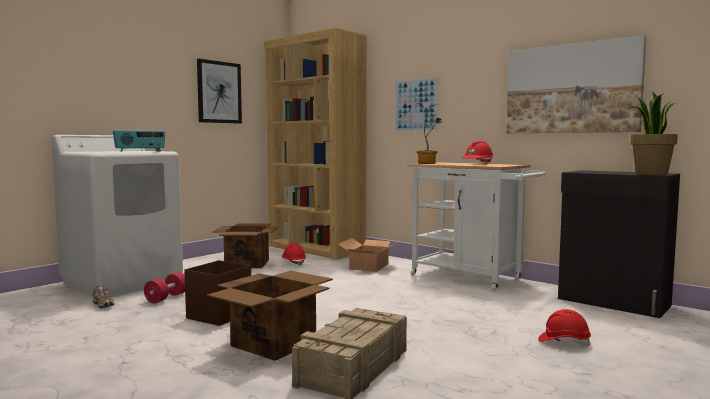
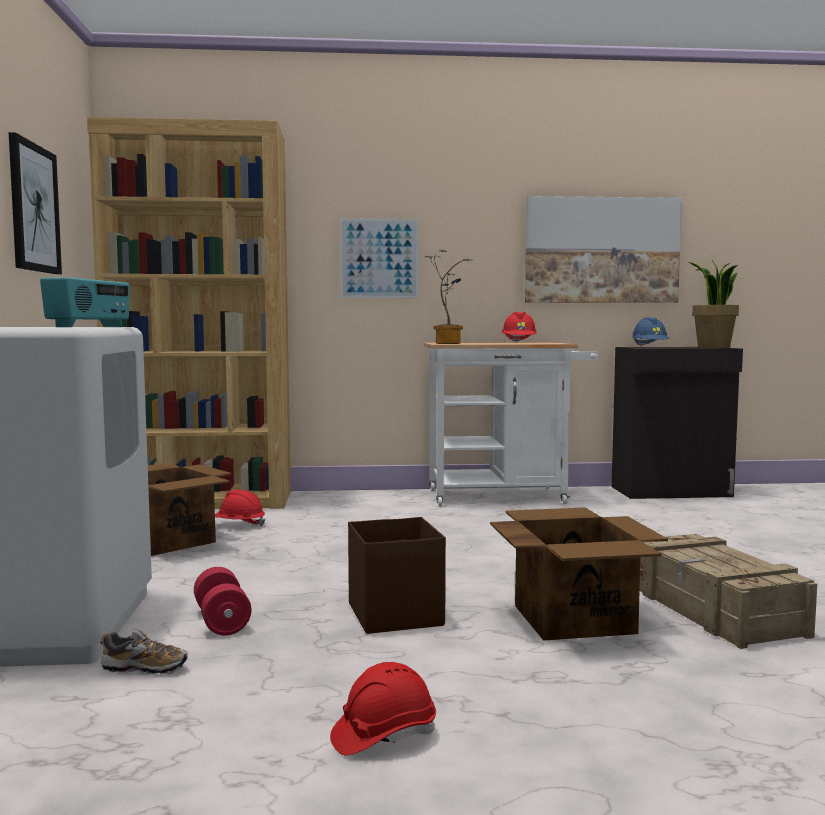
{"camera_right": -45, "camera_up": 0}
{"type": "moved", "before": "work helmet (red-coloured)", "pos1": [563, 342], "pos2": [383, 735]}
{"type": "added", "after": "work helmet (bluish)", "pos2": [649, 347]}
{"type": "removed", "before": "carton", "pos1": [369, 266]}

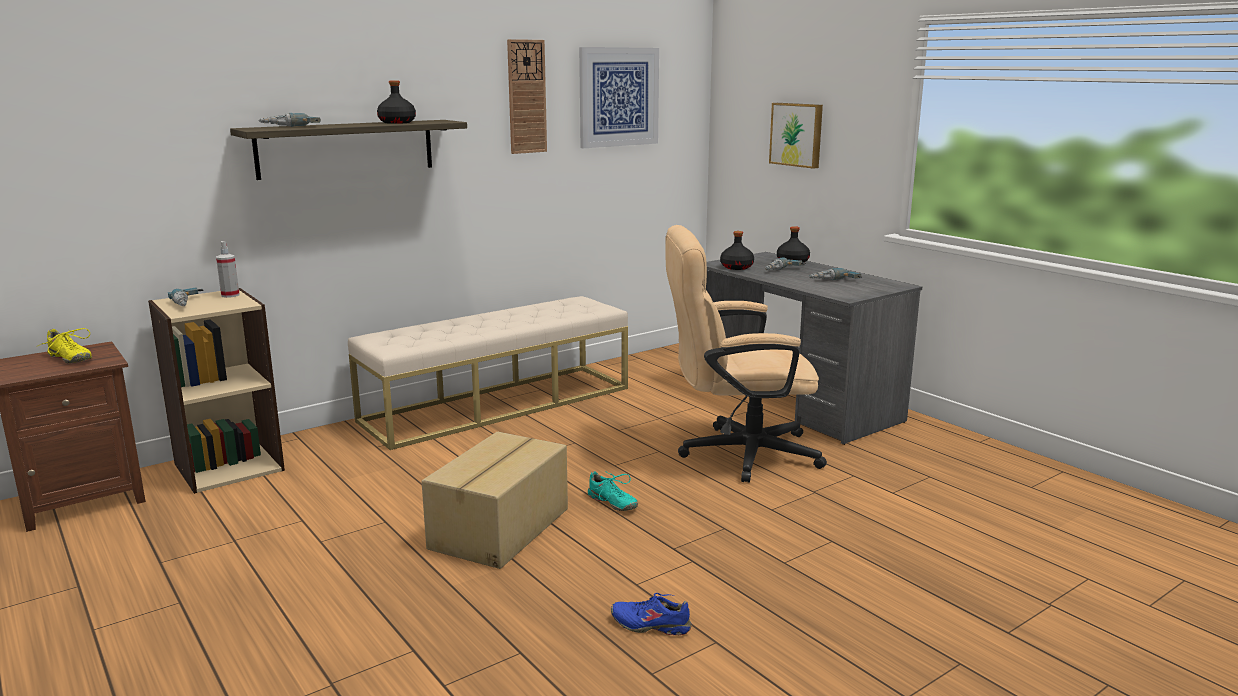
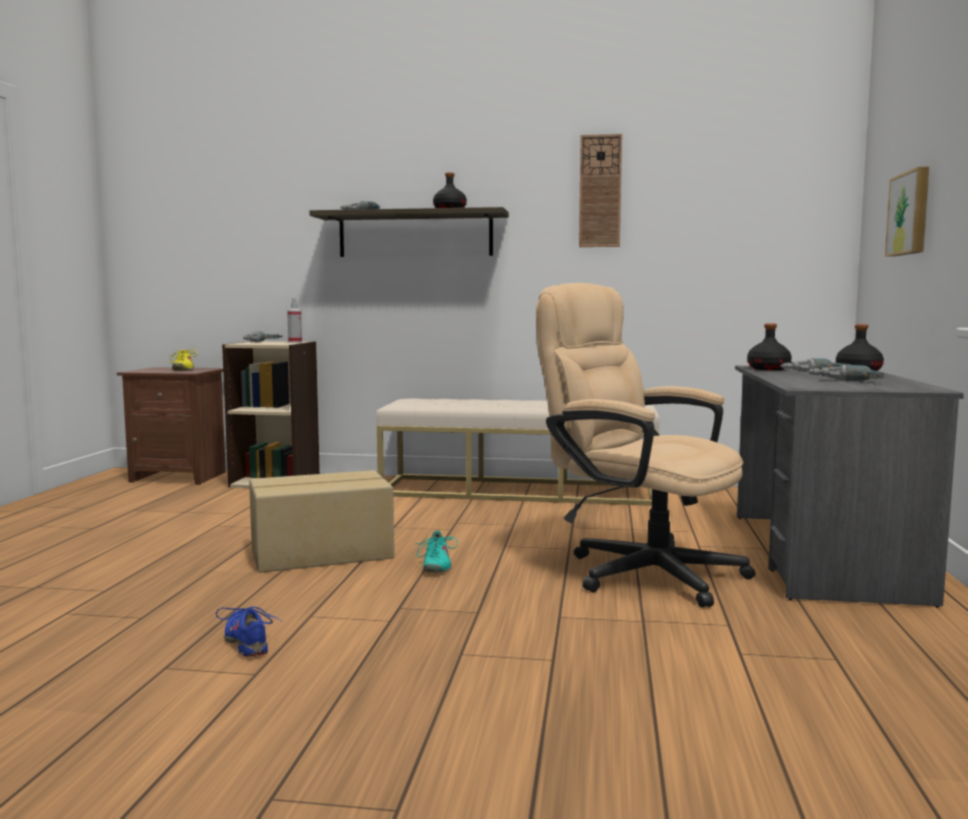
{"camera_right": 45, "camera_up": -10}
{"type": "removed", "before": "picture", "pos1": [618, 97]}

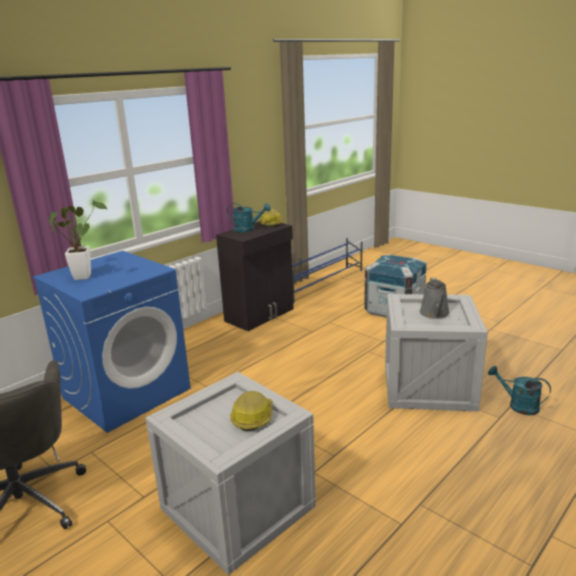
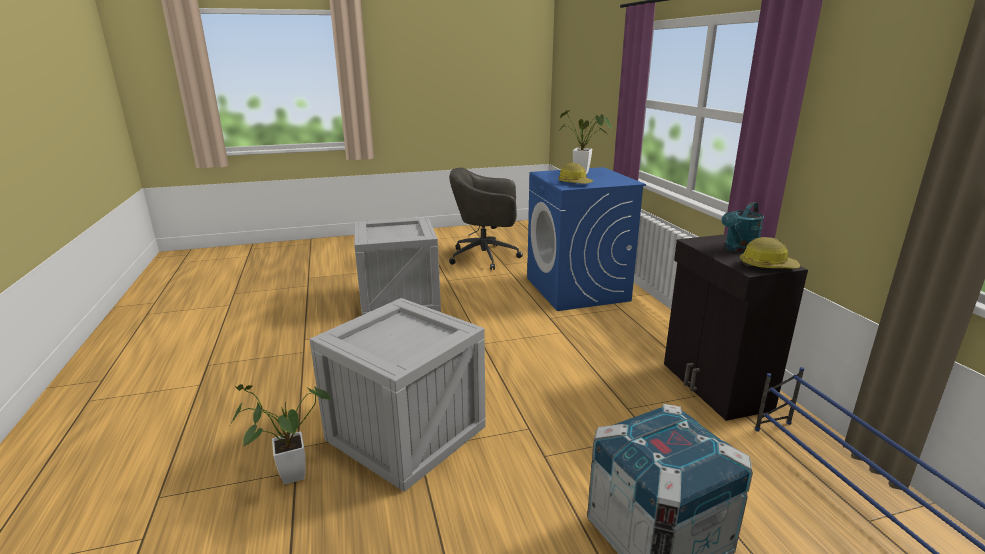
{"camera_right": 120, "camera_up": 0}
{"type": "replaced", "before": "watering can (turquoise-coloured)", "after": "houseplant", "pos1": [518, 405], "pos2": [286, 477]}
{"type": "moved", "before": "work helmet", "pos1": [252, 417], "pos2": [574, 183]}
{"type": "removed", "before": "watering can (gray)", "pos1": [435, 314]}

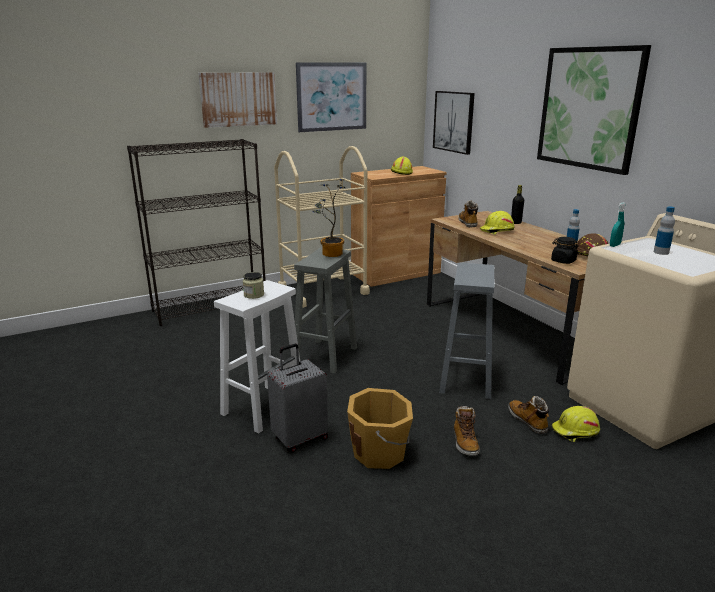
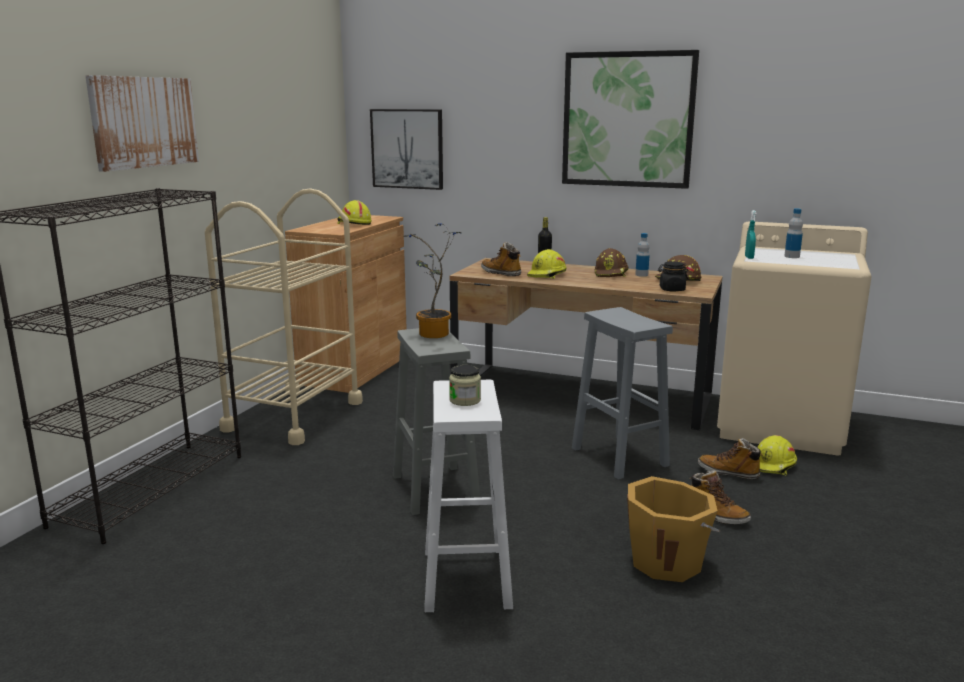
{"camera_right": -40, "camera_up": -5}
{"type": "added", "after": "work helmet (brownish)", "pos2": [611, 273]}
{"type": "removed", "before": "piece of luggage (gray)", "pos1": [299, 438]}
{"type": "removed", "before": "picture", "pos1": [331, 97]}

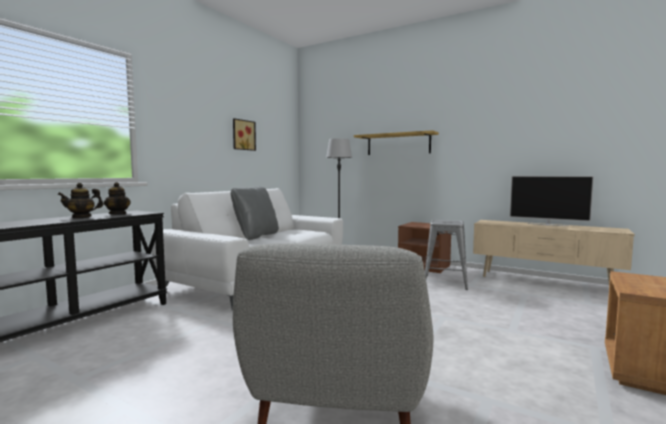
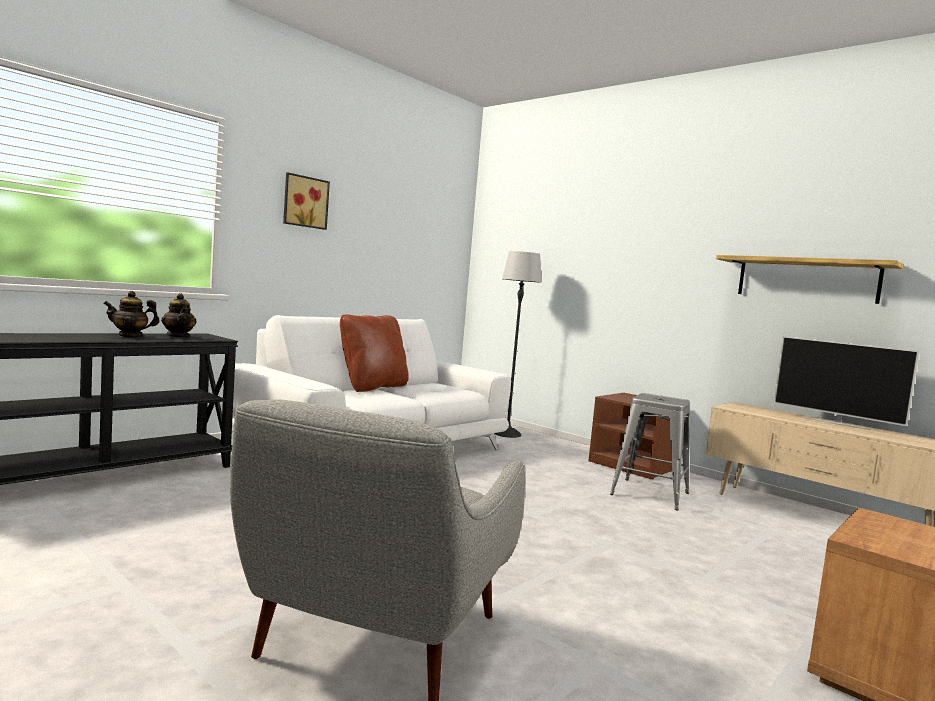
{"camera_right": 10, "camera_up": 0}
{"type": "moved", "before": "picture", "pos1": [243, 135], "pos2": [304, 202]}
{"type": "recoloured", "before": "cushion (gray)", "after": "cushion (brownish)", "pos1": [256, 236], "pos2": [372, 387]}
{"type": "moved", "before": "bracket shelf", "pos1": [398, 144], "pos2": [806, 279]}

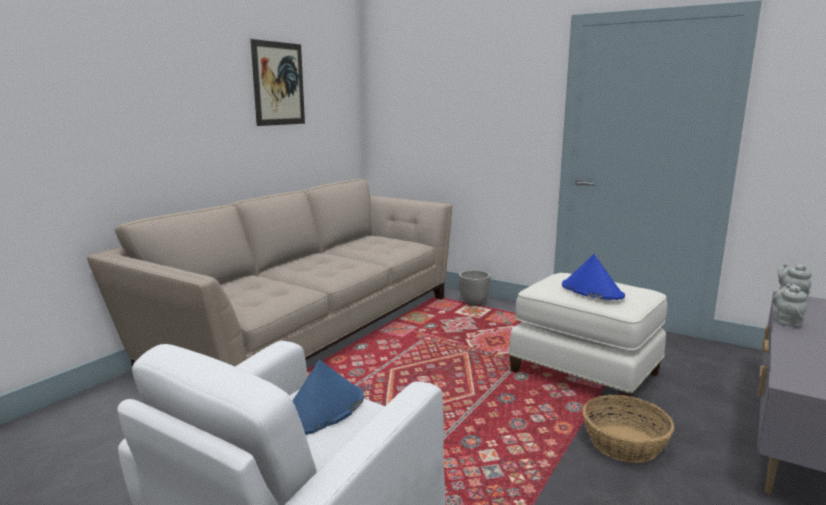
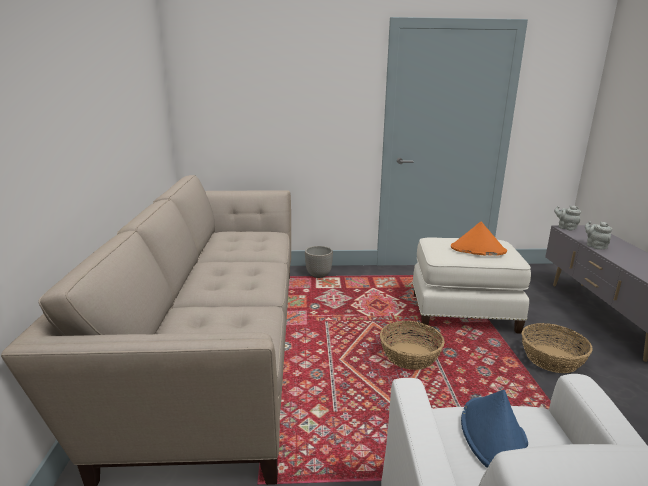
{"camera_right": -35, "camera_up": 5}
{"type": "added", "after": "household basket", "pos2": [409, 356]}
{"type": "recoloured", "before": "wearable hat (bluish)", "after": "wearable hat (orange)", "pos1": [591, 291], "pos2": [477, 250]}
{"type": "removed", "before": "picture", "pos1": [278, 84]}

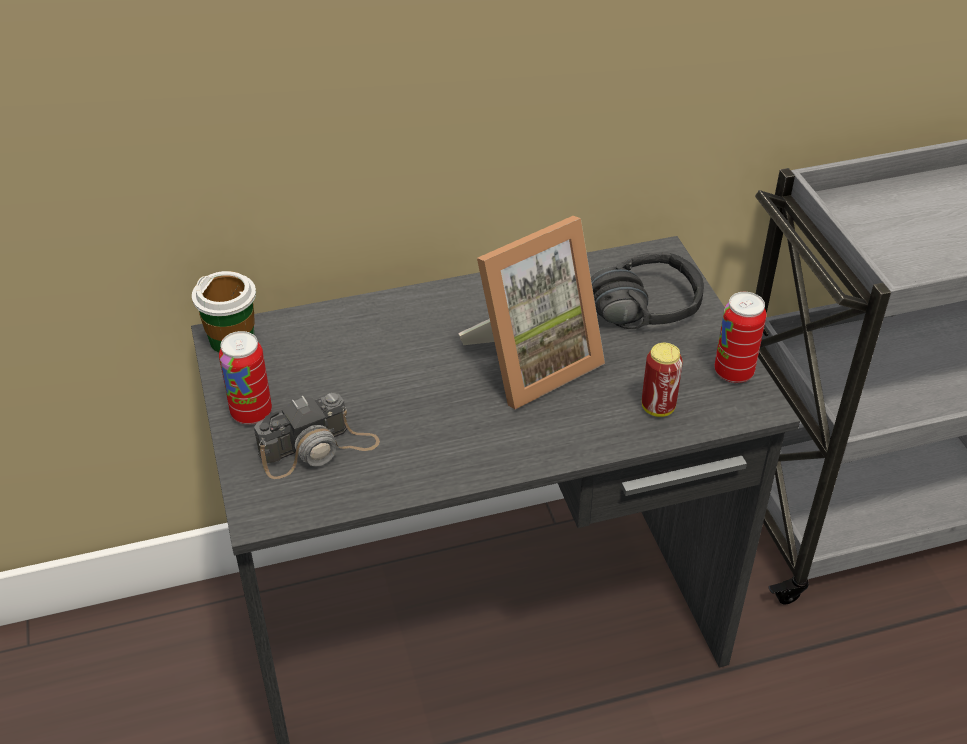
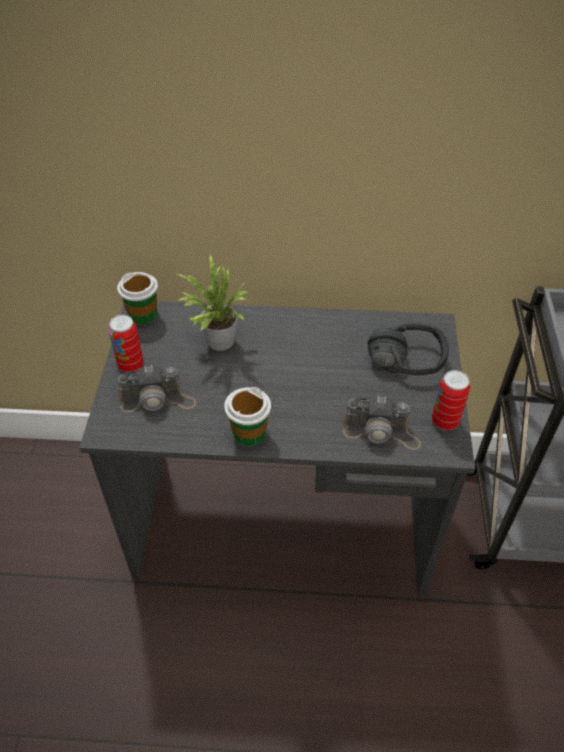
{"camera_right": 20, "camera_up": 5}
{"type": "added", "after": "houseplant", "pos2": [216, 341]}
{"type": "added", "after": "small cup", "pos2": [249, 433]}
{"type": "replaced", "before": "metal can", "after": "photo camera", "pos1": [658, 407], "pos2": [381, 431]}
{"type": "removed", "before": "photo frame", "pos1": [531, 362]}

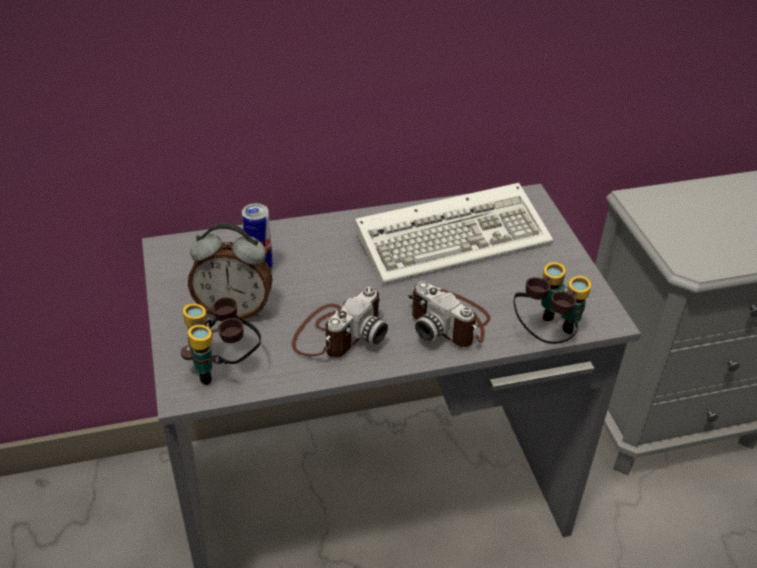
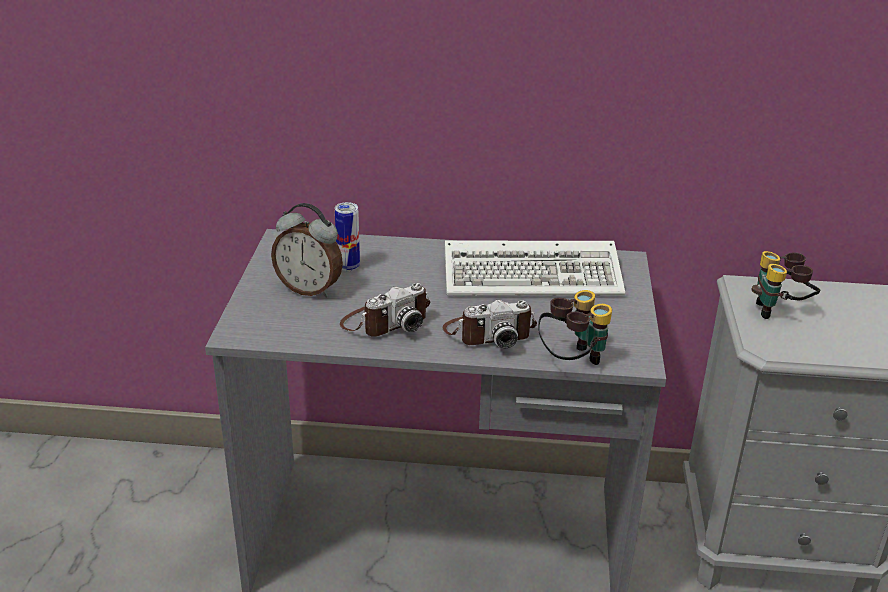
{"camera_right": 20, "camera_up": -10}
{"type": "turned", "before": "photo camera", "pos1": [449, 320], "pos2": [489, 333], "turn": -75}
{"type": "moved", "before": "binoculars", "pos1": [224, 367], "pos2": [779, 311]}

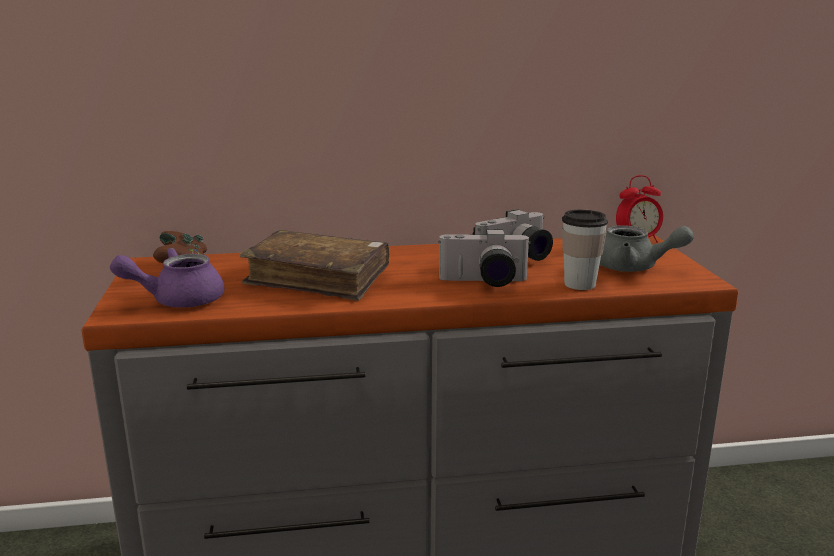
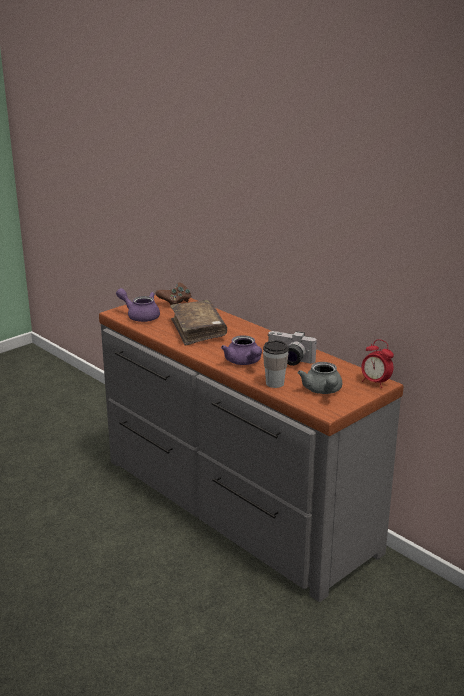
{"camera_right": 55, "camera_up": 5}
{"type": "replaced", "before": "photo camera", "after": "teapot (purplish)", "pos1": [483, 282], "pos2": [244, 362]}

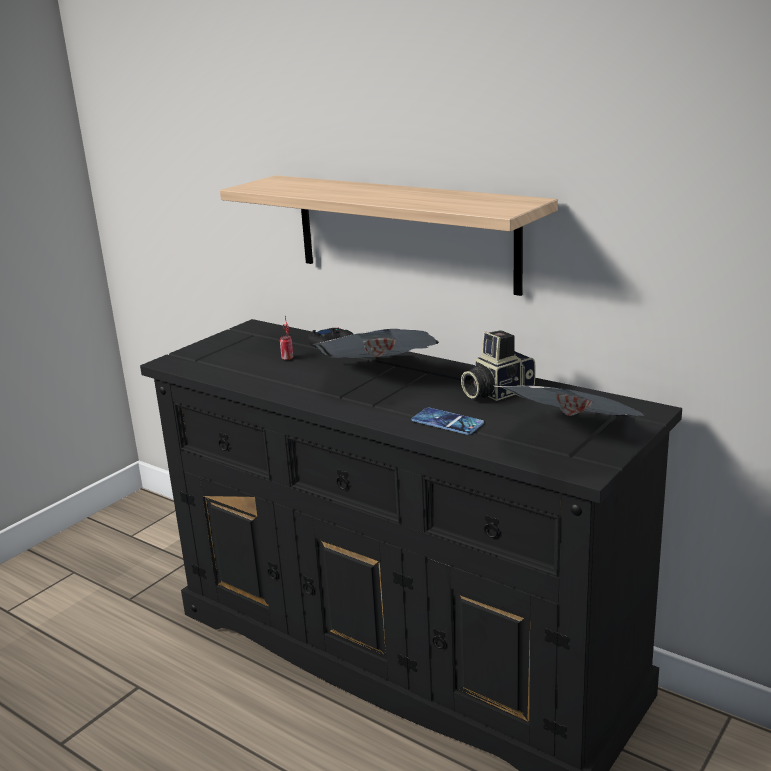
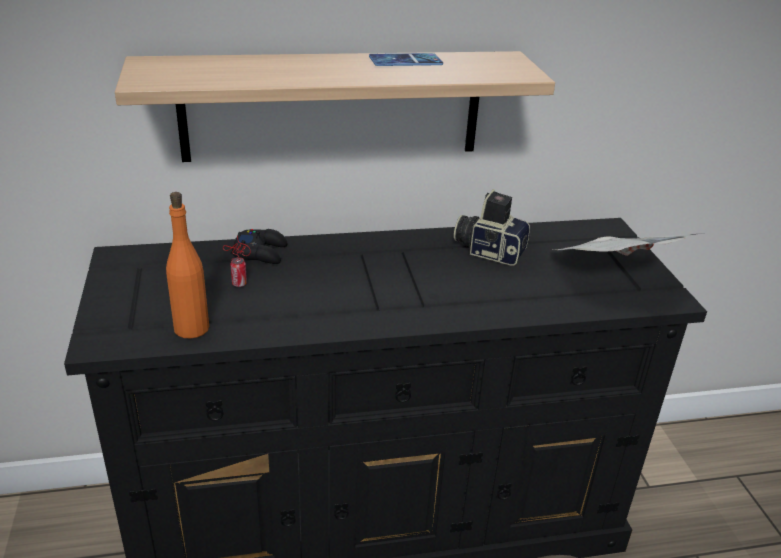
{"camera_right": -50, "camera_up": 10}
{"type": "added", "after": "bottle (orange)", "pos2": [191, 328]}
{"type": "moved", "before": "phone", "pos1": [447, 422], "pos2": [405, 61]}
{"type": "turned", "before": "photo camera", "pos1": [496, 392], "pos2": [489, 250], "turn": 105}
{"type": "removed", "before": "printed paper", "pos1": [379, 377]}

